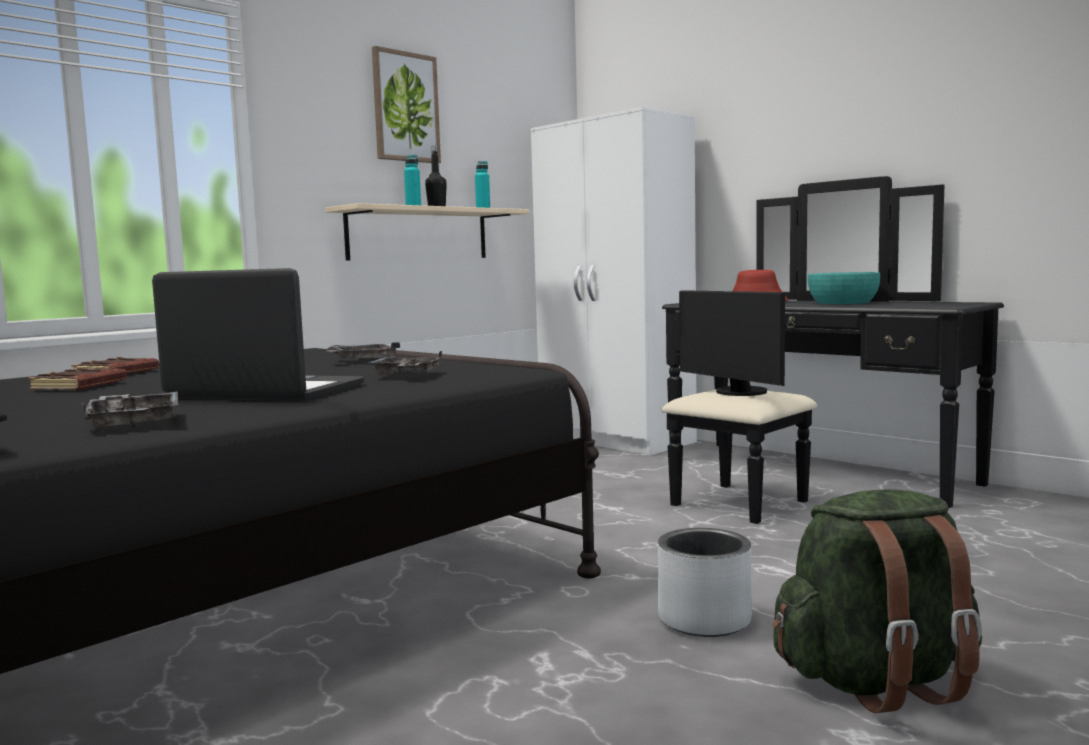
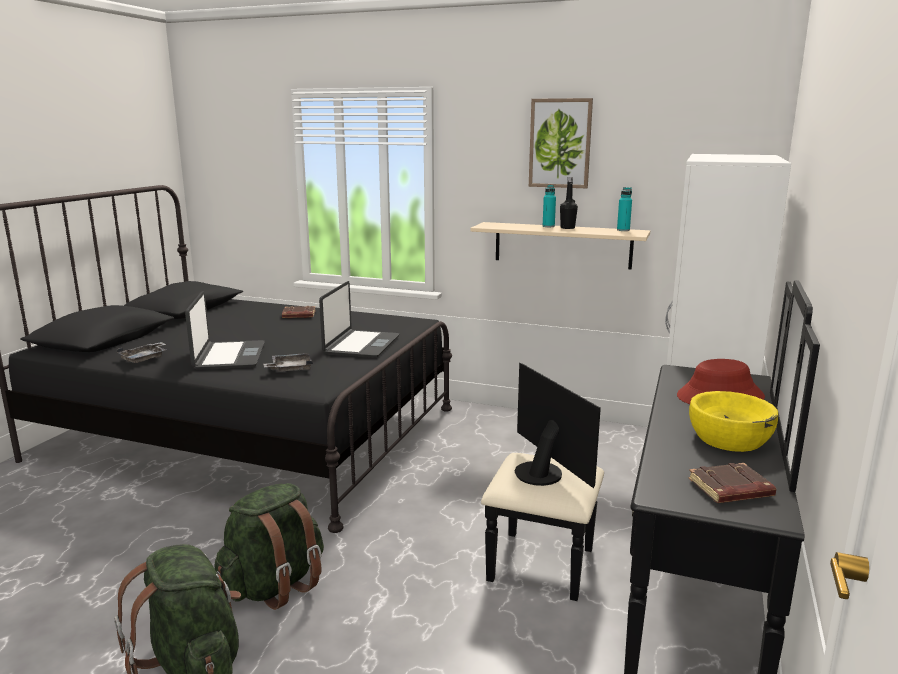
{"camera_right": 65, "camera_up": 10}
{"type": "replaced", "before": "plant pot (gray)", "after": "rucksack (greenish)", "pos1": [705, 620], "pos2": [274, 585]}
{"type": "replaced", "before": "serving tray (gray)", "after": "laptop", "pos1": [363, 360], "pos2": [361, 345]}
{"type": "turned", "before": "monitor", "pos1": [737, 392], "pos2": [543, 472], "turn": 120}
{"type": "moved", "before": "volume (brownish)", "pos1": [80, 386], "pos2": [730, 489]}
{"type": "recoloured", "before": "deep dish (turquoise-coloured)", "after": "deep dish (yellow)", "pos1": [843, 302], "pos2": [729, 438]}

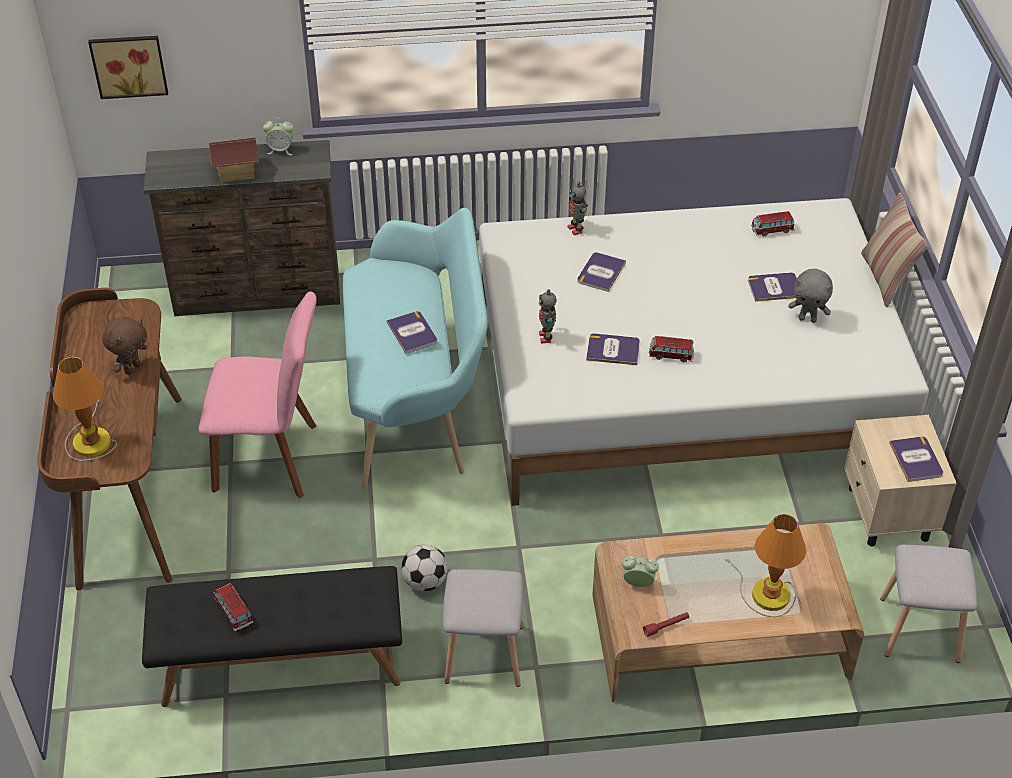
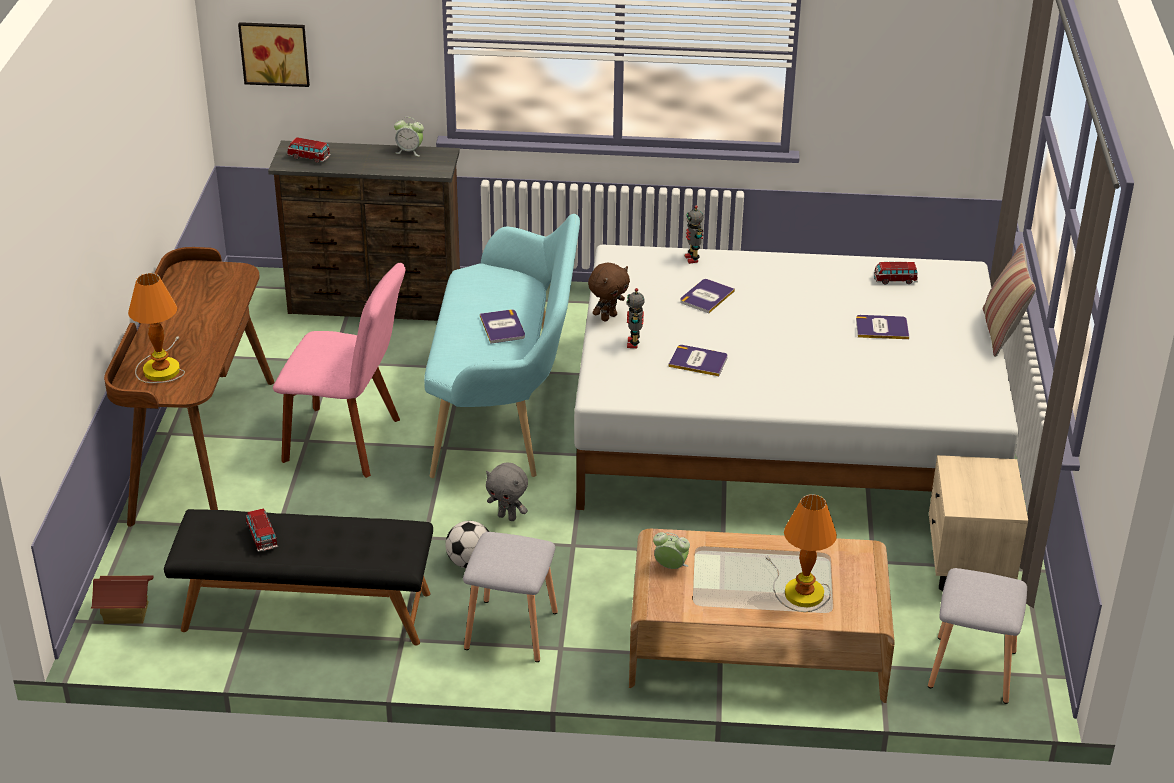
{"camera_right": 10, "camera_up": -10}
{"type": "moved", "before": "model house", "pos1": [237, 172], "pos2": [126, 613]}
{"type": "moved", "before": "miniature car", "pos1": [671, 355], "pos2": [309, 157]}
{"type": "moved", "before": "cuddly toy (gray)", "pos1": [807, 319], "pos2": [507, 517]}
{"type": "moved", "before": "cuddly toy (brownish)", "pos1": [132, 368], "pos2": [608, 317]}
{"type": "removed", "before": "hand torch (red-coloured)", "pos1": [666, 626]}
{"type": "removed", "before": "volume", "pos1": [916, 459]}

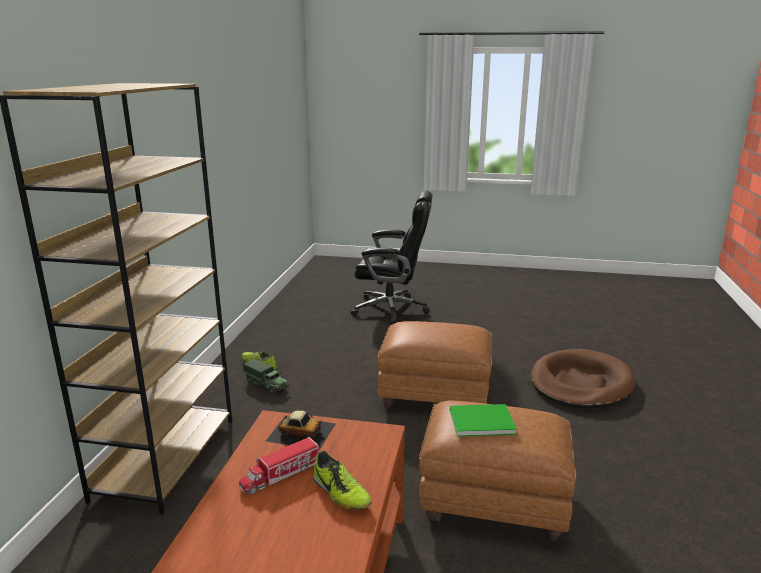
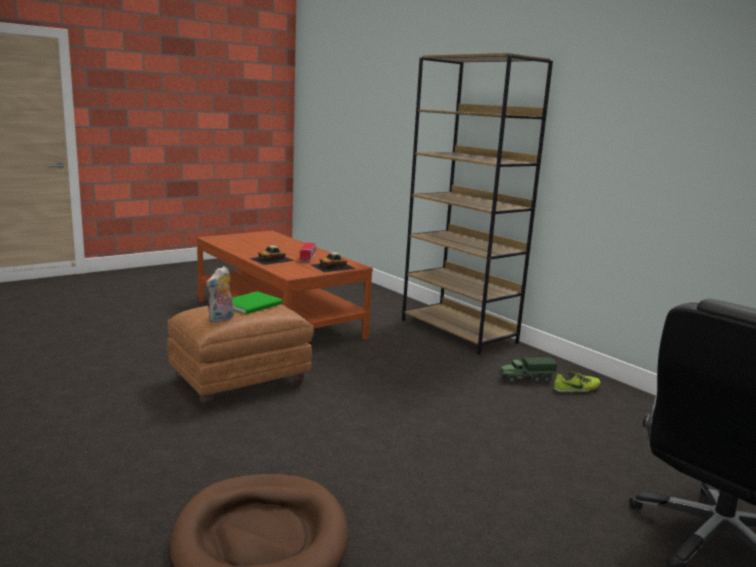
{"camera_right": 130, "camera_up": -5}
{"type": "added", "after": "cuddly toy", "pos2": [221, 319]}
{"type": "replaced", "before": "item of footwear", "after": "miniature car", "pos1": [340, 493], "pos2": [272, 259]}
{"type": "removed", "before": "ottoman (brownish)", "pos1": [435, 395]}

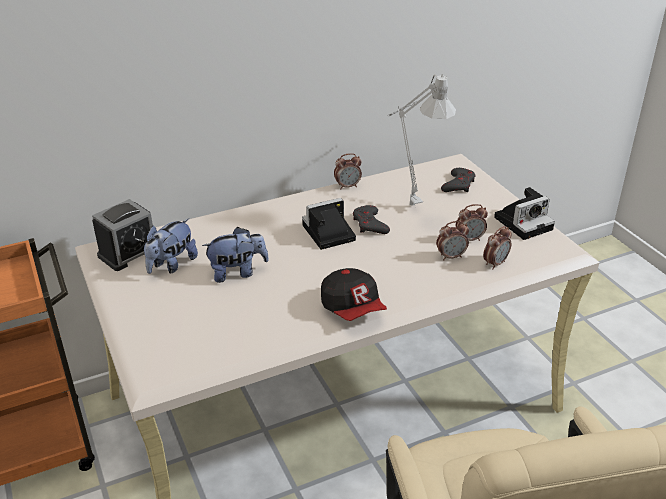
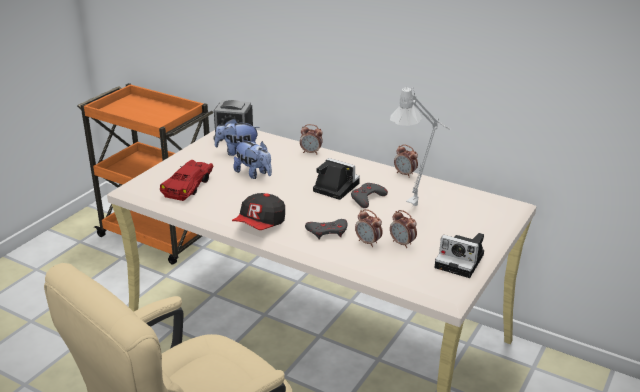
{"camera_right": 55, "camera_up": -5}
{"type": "added", "after": "miniature car (red-coloured)", "pos2": [189, 186]}
{"type": "moved", "before": "table clock", "pos1": [495, 263], "pos2": [311, 152]}
{"type": "moved", "before": "gamepad (gray)", "pos1": [458, 184], "pos2": [327, 232]}

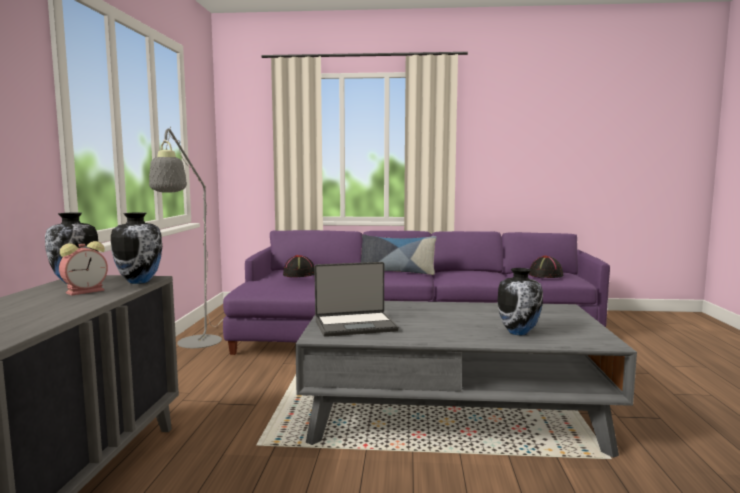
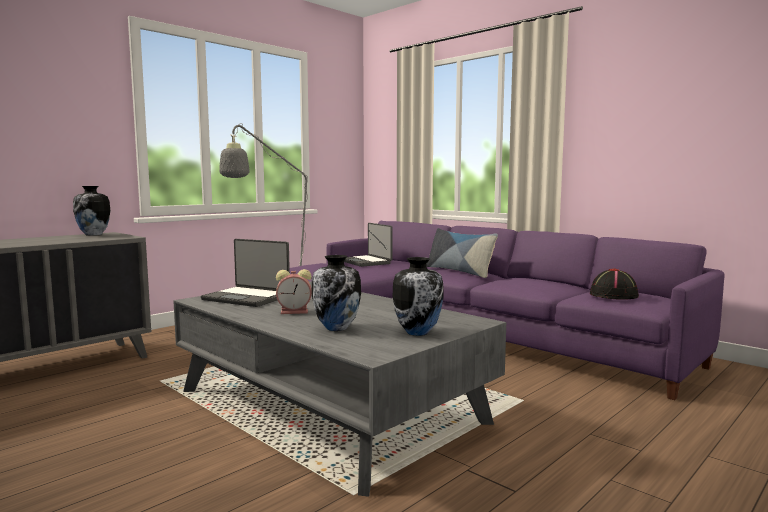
{"camera_right": 40, "camera_up": 0}
{"type": "moved", "before": "table clock", "pos1": [86, 291], "pos2": [295, 312]}
{"type": "replaced", "before": "wearable hat (black)", "after": "laptop", "pos1": [299, 274], "pos2": [366, 262]}
{"type": "moved", "before": "decorative vase", "pos1": [140, 281], "pos2": [418, 332]}

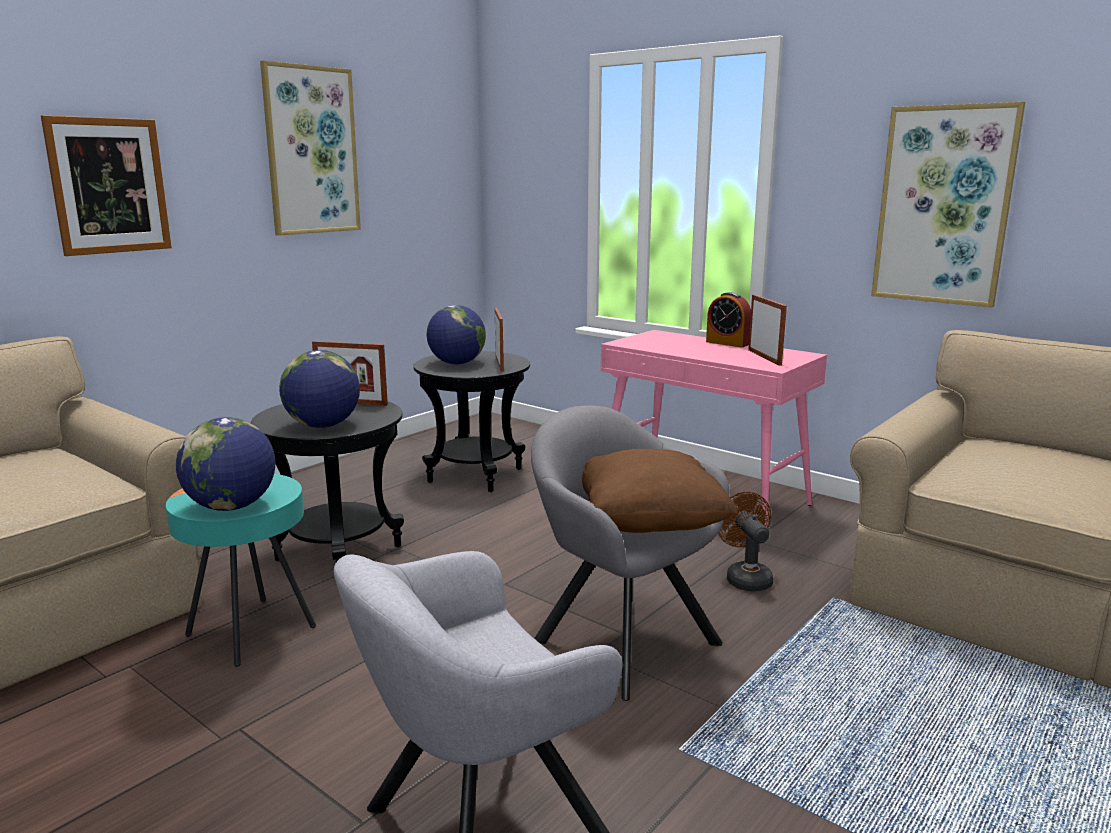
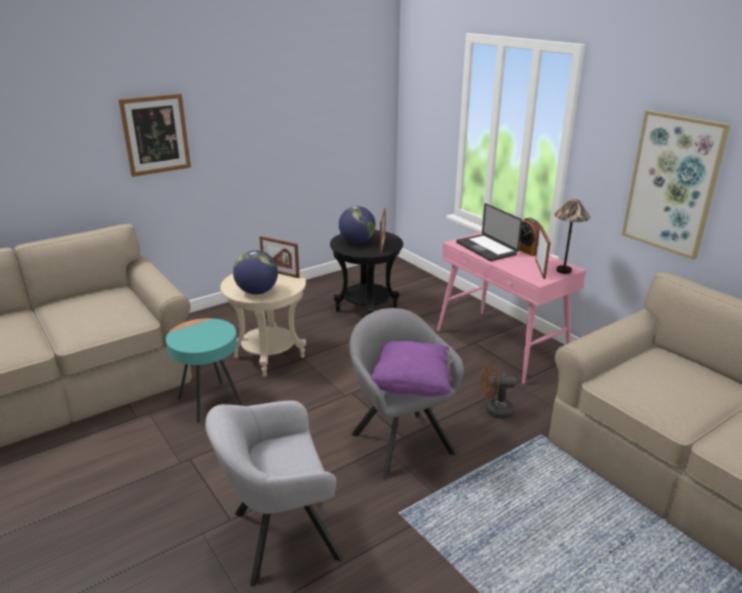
{"camera_right": 15, "camera_up": 10}
{"type": "recoloured", "before": "end table (black)", "after": "end table (beige)", "pos1": [339, 553], "pos2": [269, 357]}
{"type": "recoloured", "before": "cushion (brownish)", "after": "cushion (purplish)", "pos1": [648, 525], "pos2": [412, 385]}
{"type": "added", "after": "laptop", "pos2": [486, 248]}
{"type": "turned", "before": "cooling fan (brownish)", "pos1": [745, 577], "pos2": [494, 411], "turn": -90}
{"type": "added", "after": "table lamp", "pos2": [563, 270]}
{"type": "removed", "before": "desk globe", "pos1": [232, 507]}
{"type": "removed", "before": "picture", "pos1": [311, 151]}

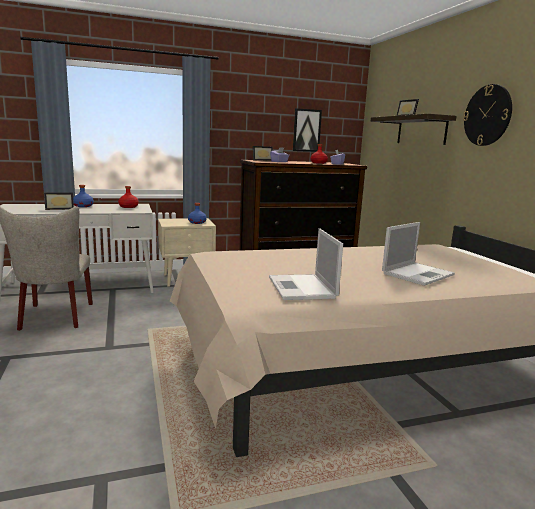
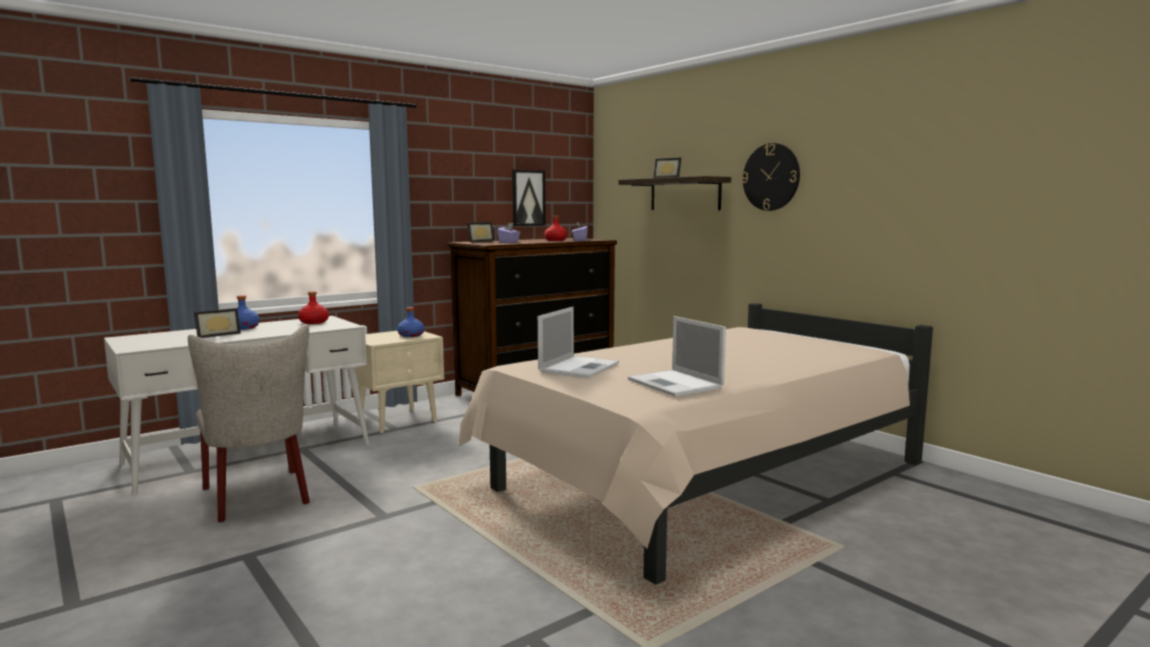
{"camera_right": -20, "camera_up": -5}
{"type": "moved", "before": "laptop", "pos1": [418, 274], "pos2": [579, 367]}

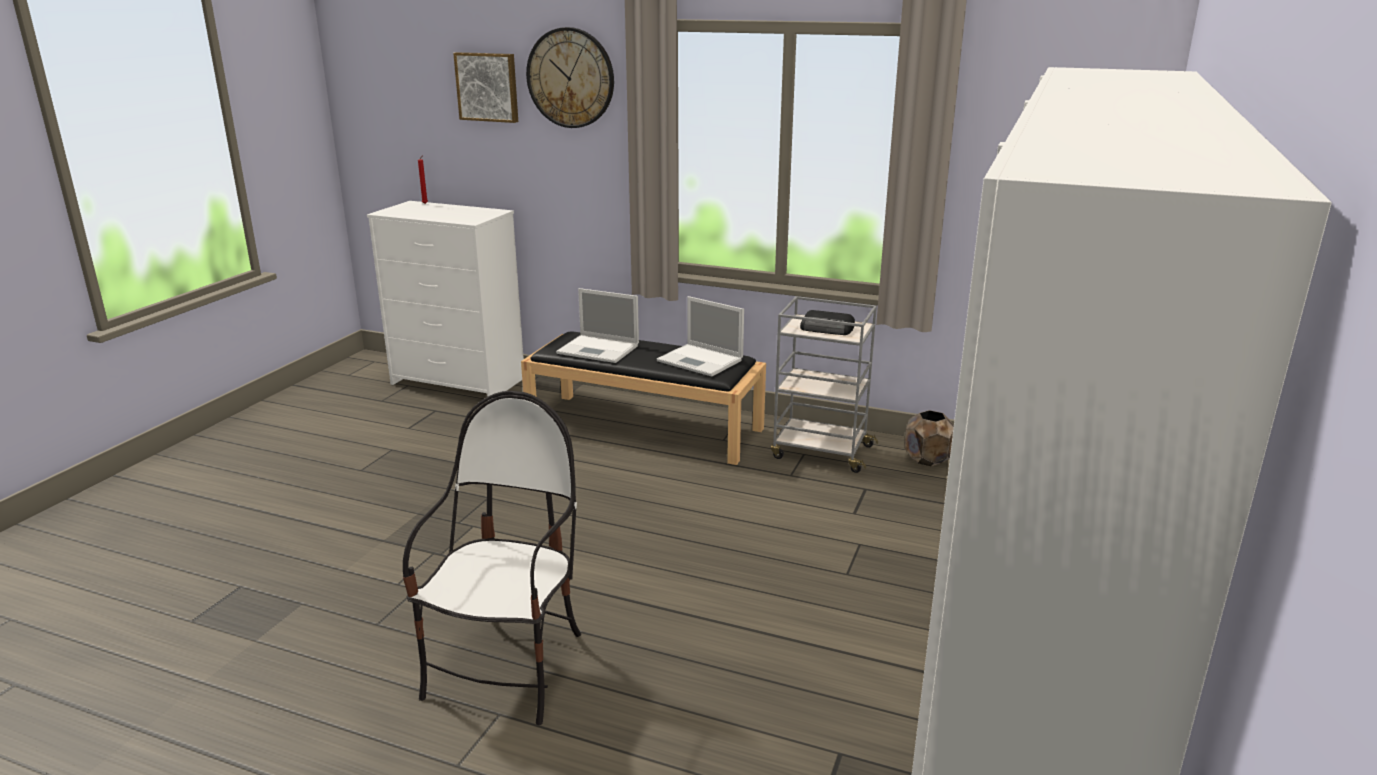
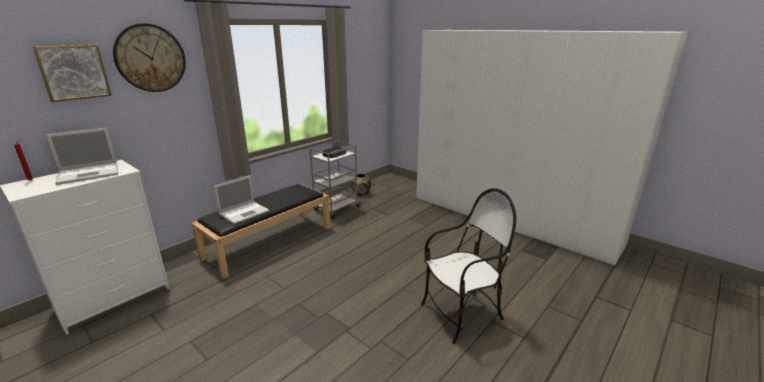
{"camera_right": -70, "camera_up": 0}
{"type": "moved", "before": "laptop", "pos1": [701, 361], "pos2": [90, 173]}
{"type": "turned", "before": "upright chair", "pos1": [509, 669], "pos2": [461, 314], "turn": 120}

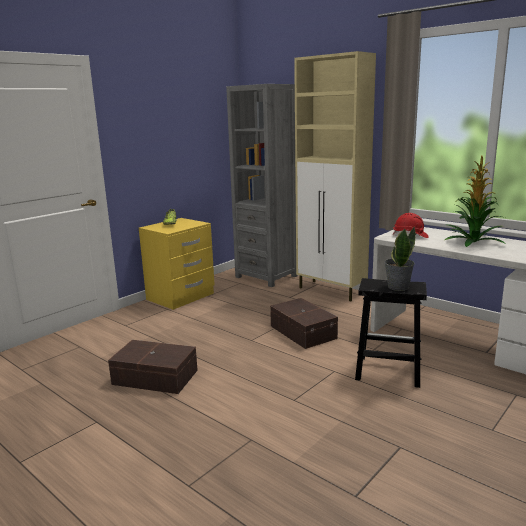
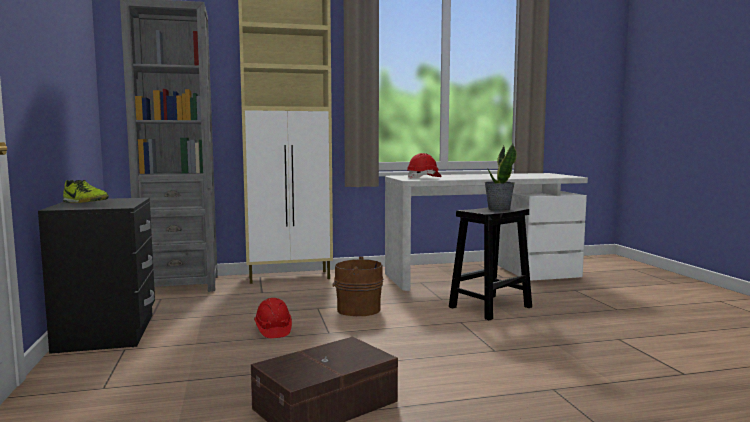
{"camera_right": -55, "camera_up": -10}
{"type": "recoloured", "before": "nightstand (yellow)", "after": "nightstand (black)", "pos1": [181, 297], "pos2": [108, 333]}
{"type": "added", "after": "work helmet (red-coloured)", "pos2": [273, 330]}
{"type": "replaced", "before": "storage bin (brownish)", "after": "bucket (brownish)", "pos1": [303, 331], "pos2": [356, 309]}
{"type": "removed", "before": "houseplant", "pos1": [472, 241]}

